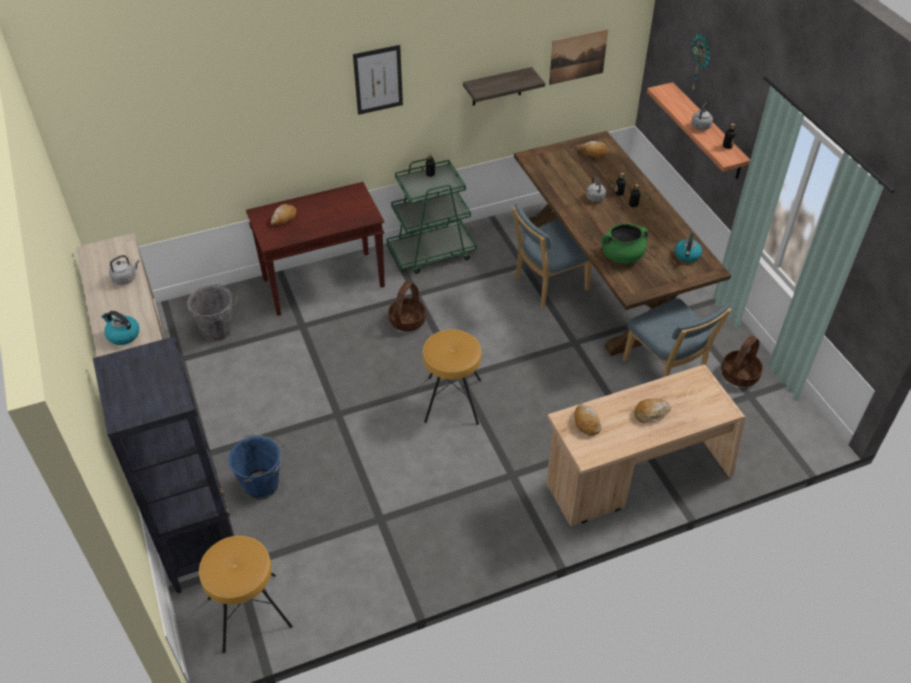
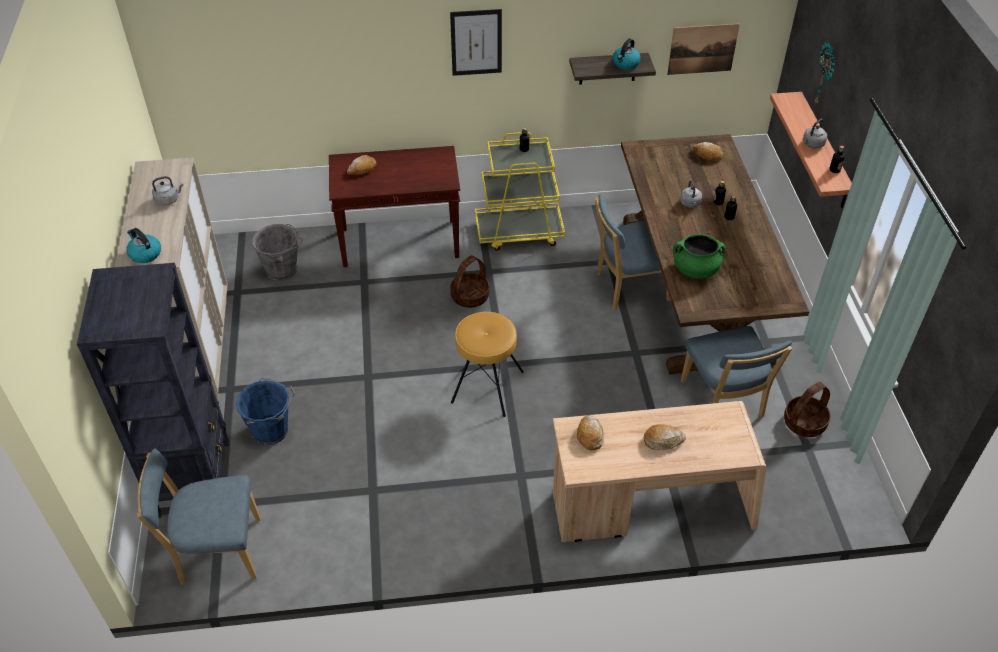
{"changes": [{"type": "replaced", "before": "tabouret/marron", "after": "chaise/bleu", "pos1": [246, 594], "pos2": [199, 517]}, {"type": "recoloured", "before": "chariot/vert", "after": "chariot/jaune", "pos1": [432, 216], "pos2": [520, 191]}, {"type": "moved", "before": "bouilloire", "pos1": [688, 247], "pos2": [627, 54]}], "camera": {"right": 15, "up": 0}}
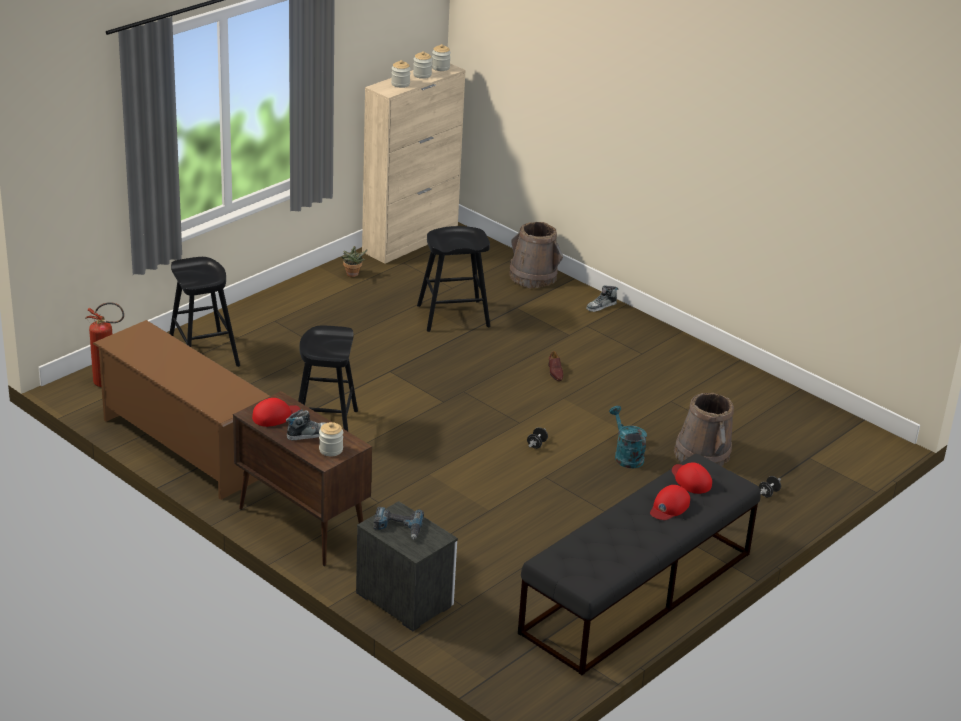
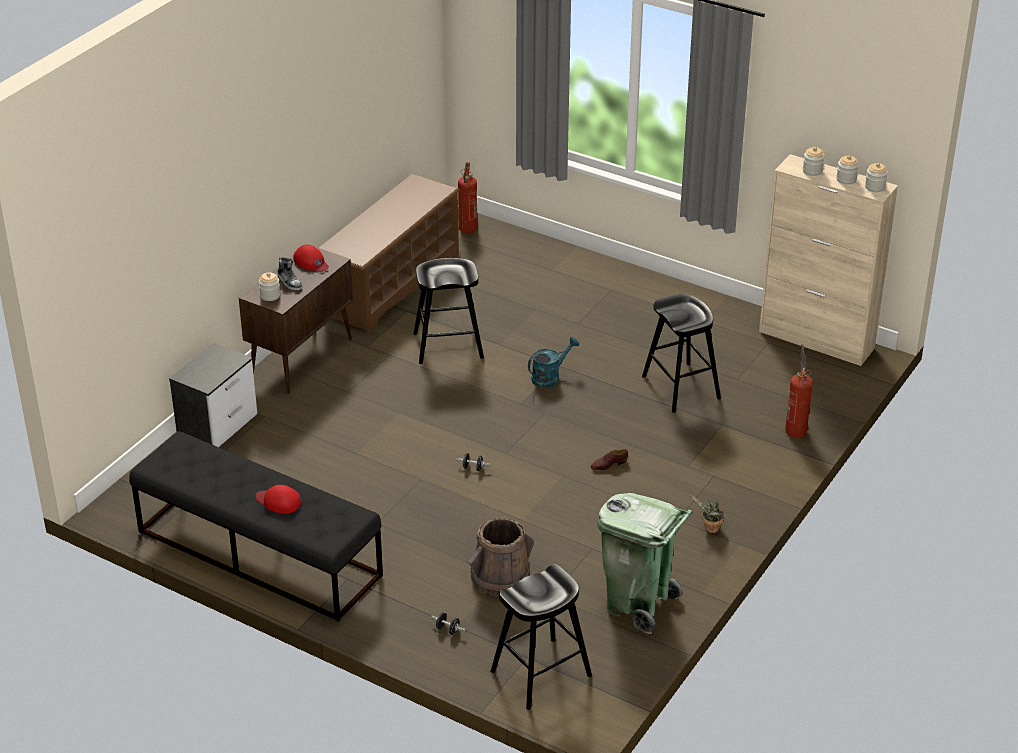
{"changes": [{"type": "moved", "before": "tabouret/noir", "pos1": [204, 312], "pos2": [541, 637]}, {"type": "moved", "before": "plante en pot", "pos1": [354, 261], "pos2": [707, 513]}, {"type": "removed", "before": "perceuse", "pos1": [399, 523]}, {"type": "replaced", "before": "seau/marron", "after": "extincteur", "pos1": [536, 255], "pos2": [799, 391]}, {"type": "removed", "before": "chaussure", "pos1": [602, 298]}, {"type": "moved", "before": "arrosoir/turquoise", "pos1": [628, 437], "pos2": [553, 362]}, {"type": "removed", "before": "casquette/rouge", "pos1": [692, 478]}, {"type": "added", "after": "poubelle/vert", "pos2": [645, 563]}], "camera": {"right": 80, "up": 5}}
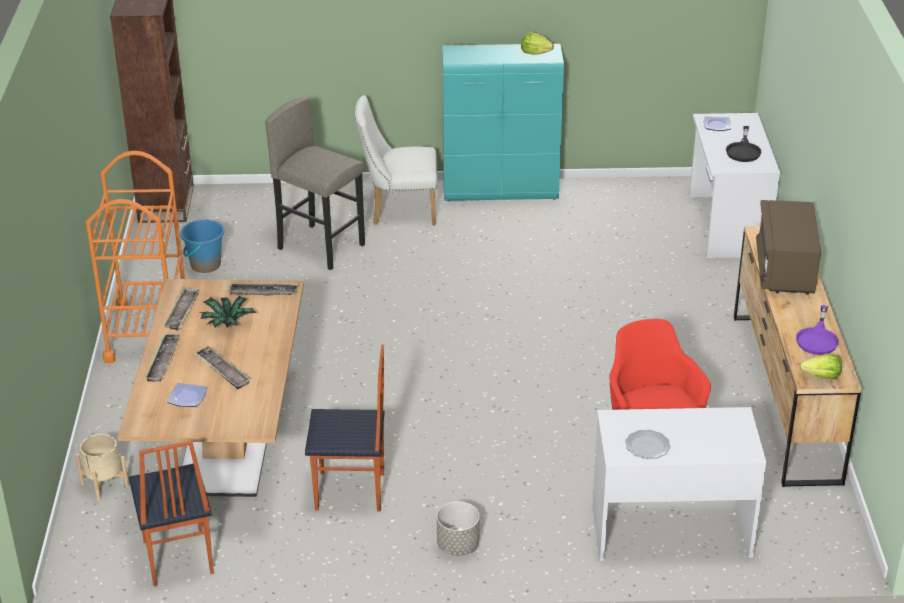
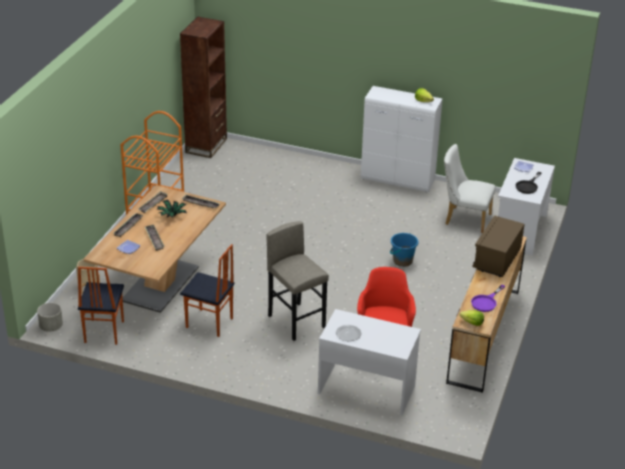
{"changes": [{"type": "moved", "before": "seau/bleu", "pos1": [202, 246], "pos2": [404, 250]}, {"type": "moved", "before": "tabouret/gris", "pos1": [315, 183], "pos2": [297, 281]}, {"type": "moved", "before": "chaise/blanc", "pos1": [396, 160], "pos2": [470, 188]}, {"type": "moved", "before": "cache-pot/gris", "pos1": [458, 528], "pos2": [50, 317]}, {"type": "recoloured", "before": "meuble de rangement/turquoise", "after": "meuble de rangement/blanc", "pos1": [503, 122], "pos2": [402, 139]}], "camera": {"right": 20, "up": 0}}
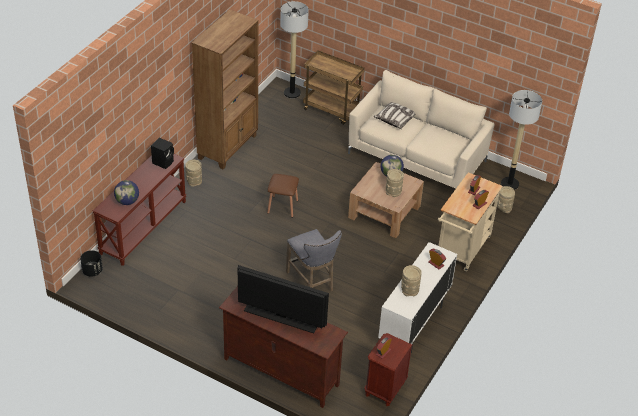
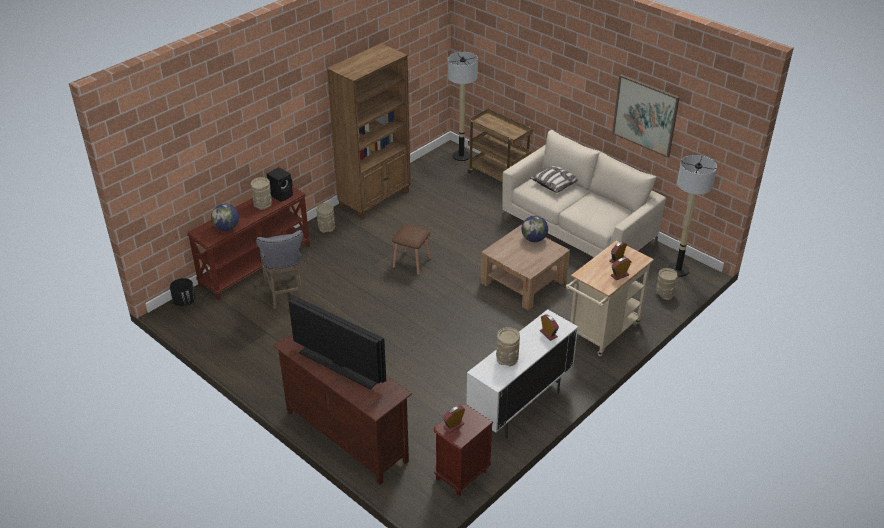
{"changes": [{"type": "moved", "before": "tabouret/gris", "pos1": [314, 260], "pos2": [279, 269]}, {"type": "moved", "before": "vase/beige", "pos1": [395, 183], "pos2": [261, 193]}, {"type": "added", "after": "tableau", "pos2": [646, 116]}], "camera": {"right": 15, "up": -5}}
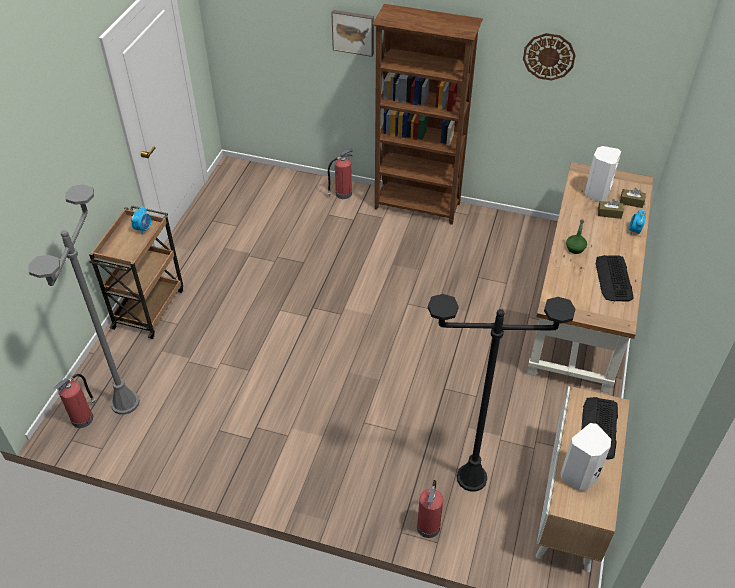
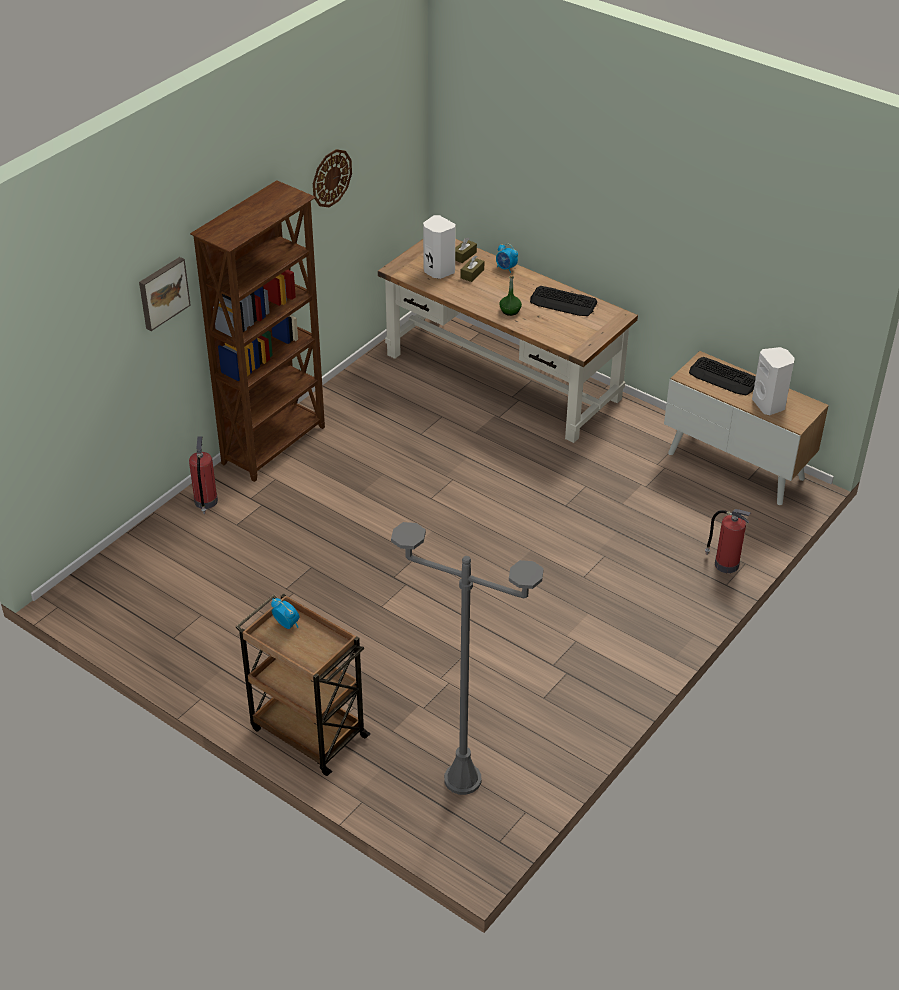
{"changes": [{"type": "removed", "before": "extincteur", "pos1": [74, 401]}, {"type": "removed", "before": "lampadaire/noir", "pos1": [501, 393]}], "camera": {"right": -70, "up": -5}}
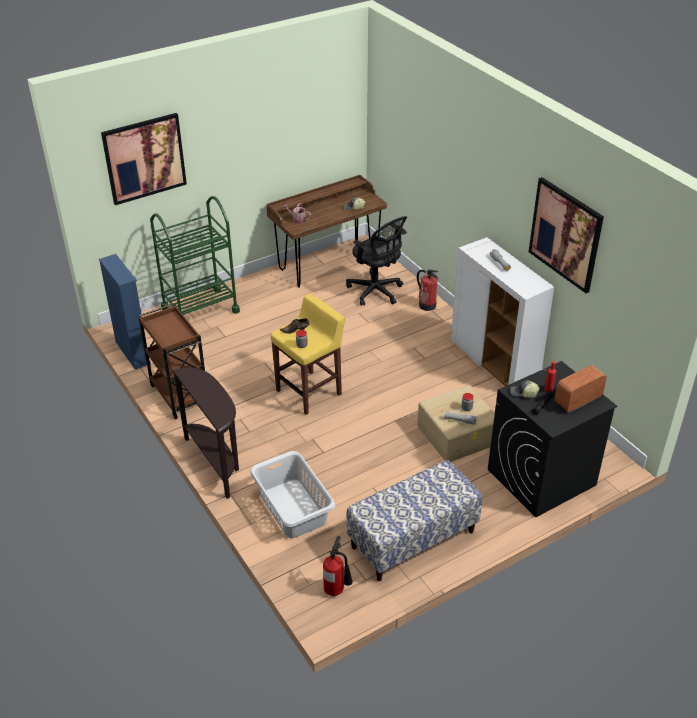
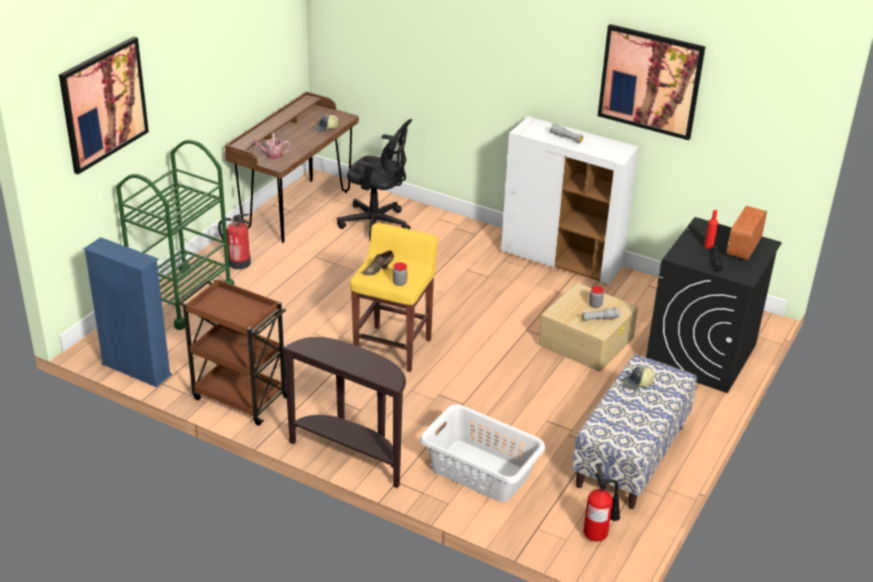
{"changes": [{"type": "moved", "before": "extincteur", "pos1": [428, 290], "pos2": [234, 241]}, {"type": "moved", "before": "casquette", "pos1": [525, 389], "pos2": [638, 378]}], "camera": {"right": -30, "up": -5}}
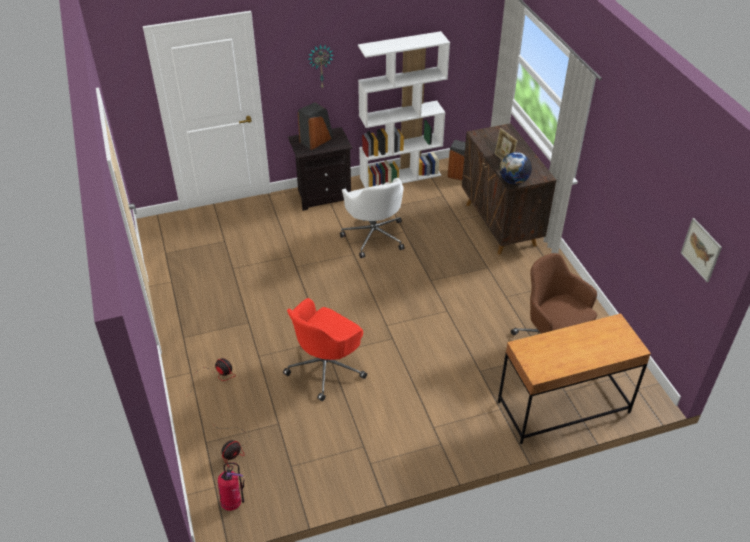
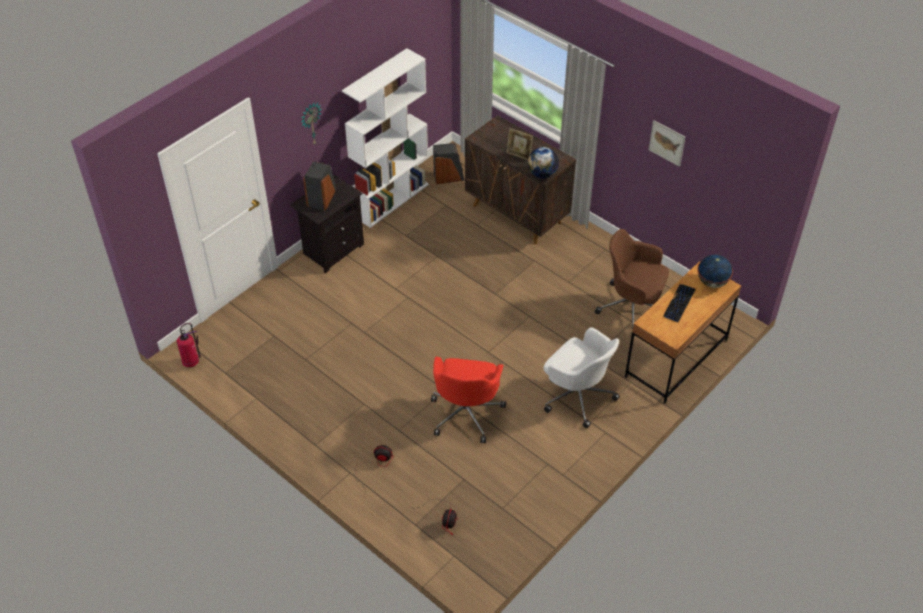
{"changes": [{"type": "moved", "before": "extincteur", "pos1": [231, 486], "pos2": [189, 345]}, {"type": "moved", "before": "chaise de bureau/blanc", "pos1": [372, 218], "pos2": [582, 377]}, {"type": "moved", "before": "tableau", "pos1": [701, 250], "pos2": [666, 143]}, {"type": "added", "after": "clavier", "pos2": [679, 303]}, {"type": "added", "after": "globe", "pos2": [715, 271]}], "camera": {"right": -30, "up": 5}}
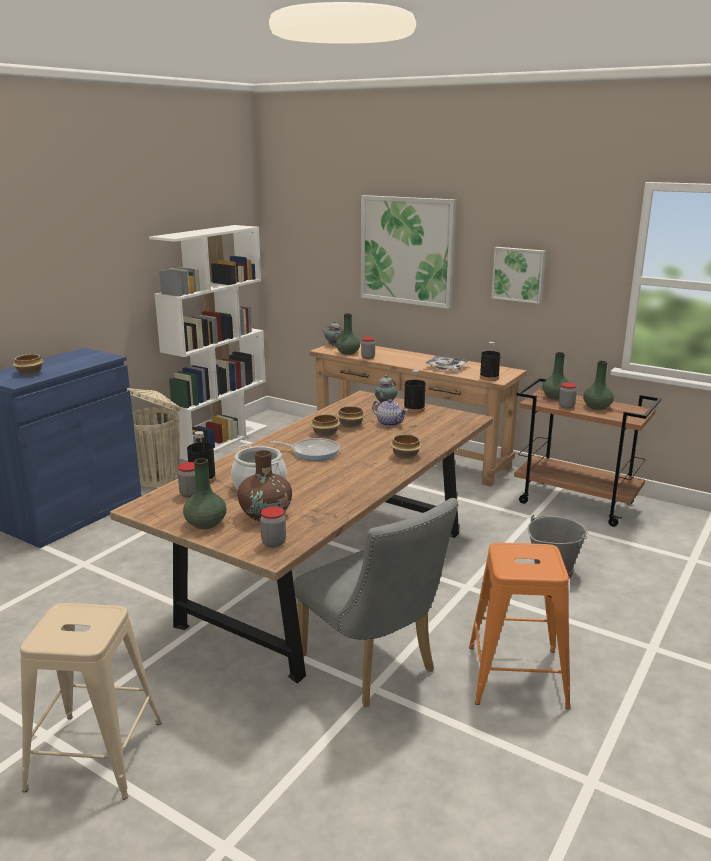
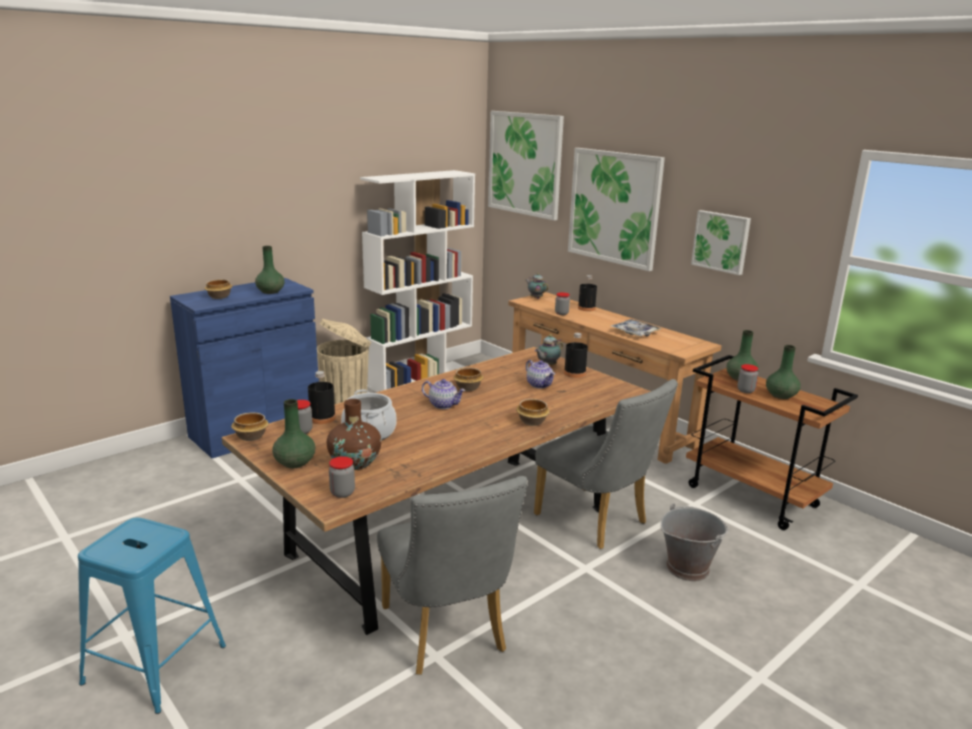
{"changes": [{"type": "recoloured", "before": "tabouret/beige", "after": "tabouret/bleu", "pos1": [91, 701], "pos2": [152, 615]}, {"type": "replaced", "before": "poêle", "after": "théière", "pos1": [305, 449], "pos2": [444, 394]}, {"type": "moved", "before": "vase/vert", "pos1": [348, 334], "pos2": [270, 270]}, {"type": "moved", "before": "bol", "pos1": [350, 417], "pos2": [250, 426]}, {"type": "removed", "before": "tabouret/orange", "pos1": [520, 625]}, {"type": "moved", "before": "bouteille/noir", "pos1": [490, 361], "pos2": [587, 293]}, {"type": "added", "after": "tableau", "pos2": [526, 165]}, {"type": "added", "after": "chaise/gris", "pos2": [606, 464]}], "camera": {"right": 15, "up": 0}}
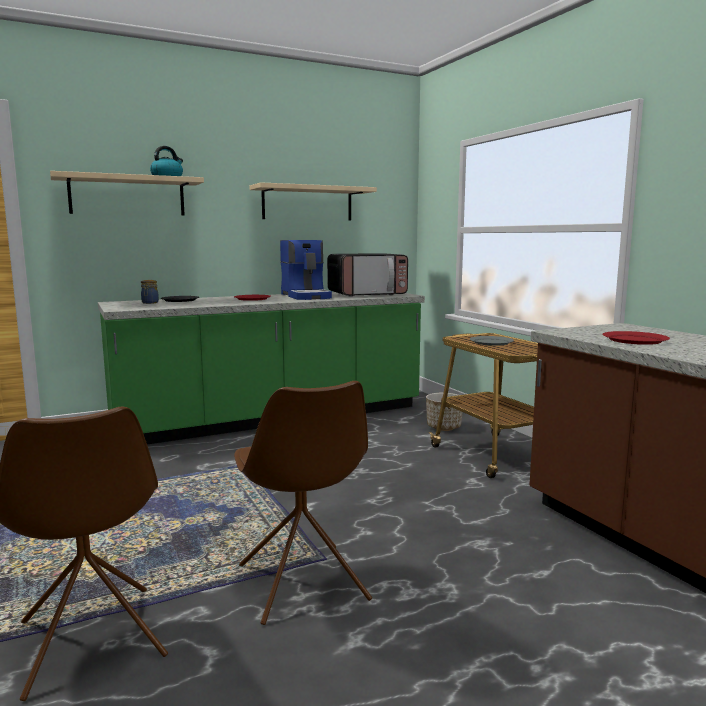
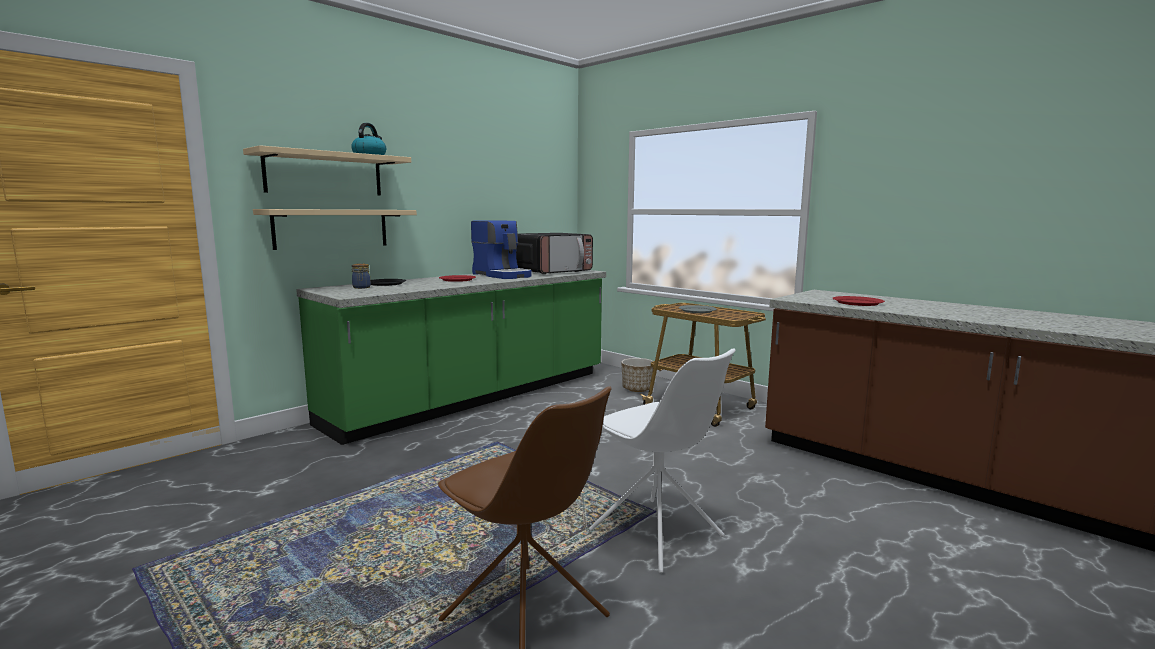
{"changes": [{"type": "recoloured", "before": "chaise/marron", "after": "chaise/blanc", "pos1": [303, 503], "pos2": [662, 460]}, {"type": "moved", "before": "étagère/beige", "pos1": [313, 201], "pos2": [335, 229]}], "camera": {"right": -20, "up": 0}}
